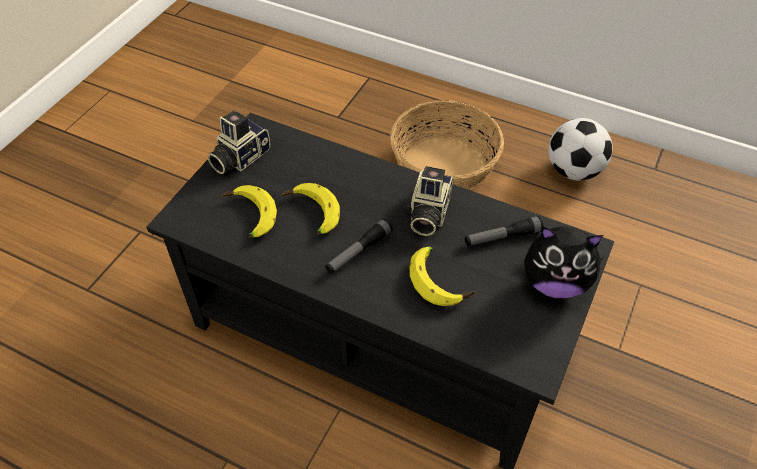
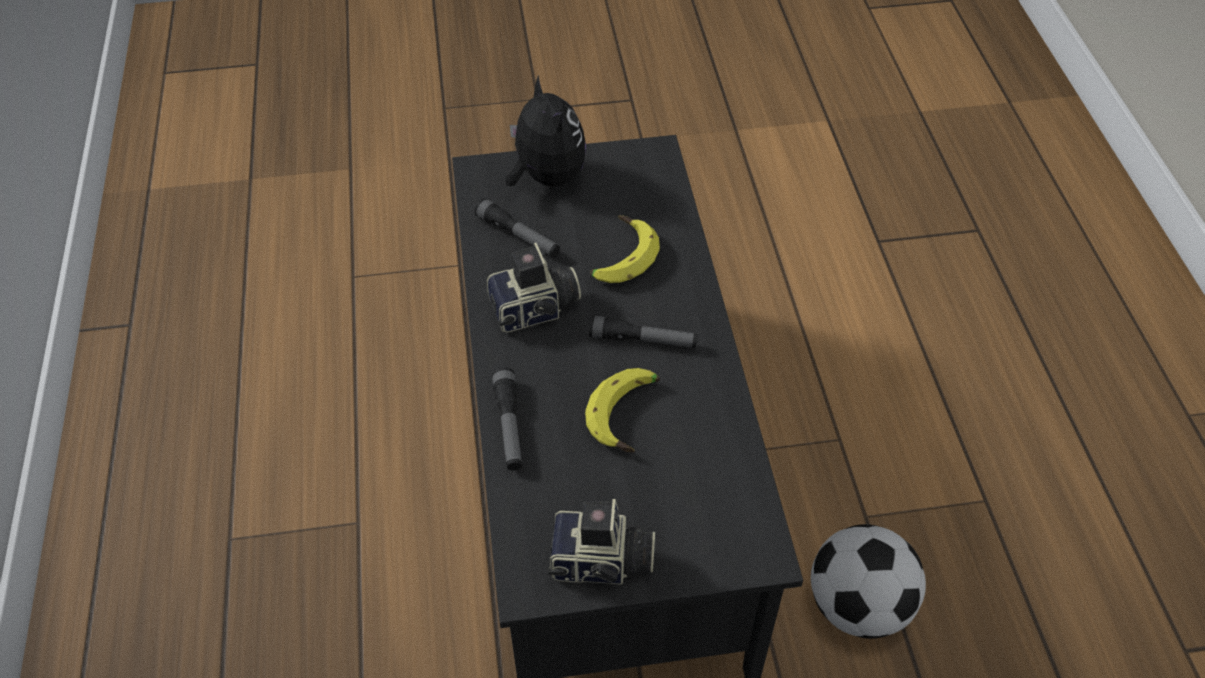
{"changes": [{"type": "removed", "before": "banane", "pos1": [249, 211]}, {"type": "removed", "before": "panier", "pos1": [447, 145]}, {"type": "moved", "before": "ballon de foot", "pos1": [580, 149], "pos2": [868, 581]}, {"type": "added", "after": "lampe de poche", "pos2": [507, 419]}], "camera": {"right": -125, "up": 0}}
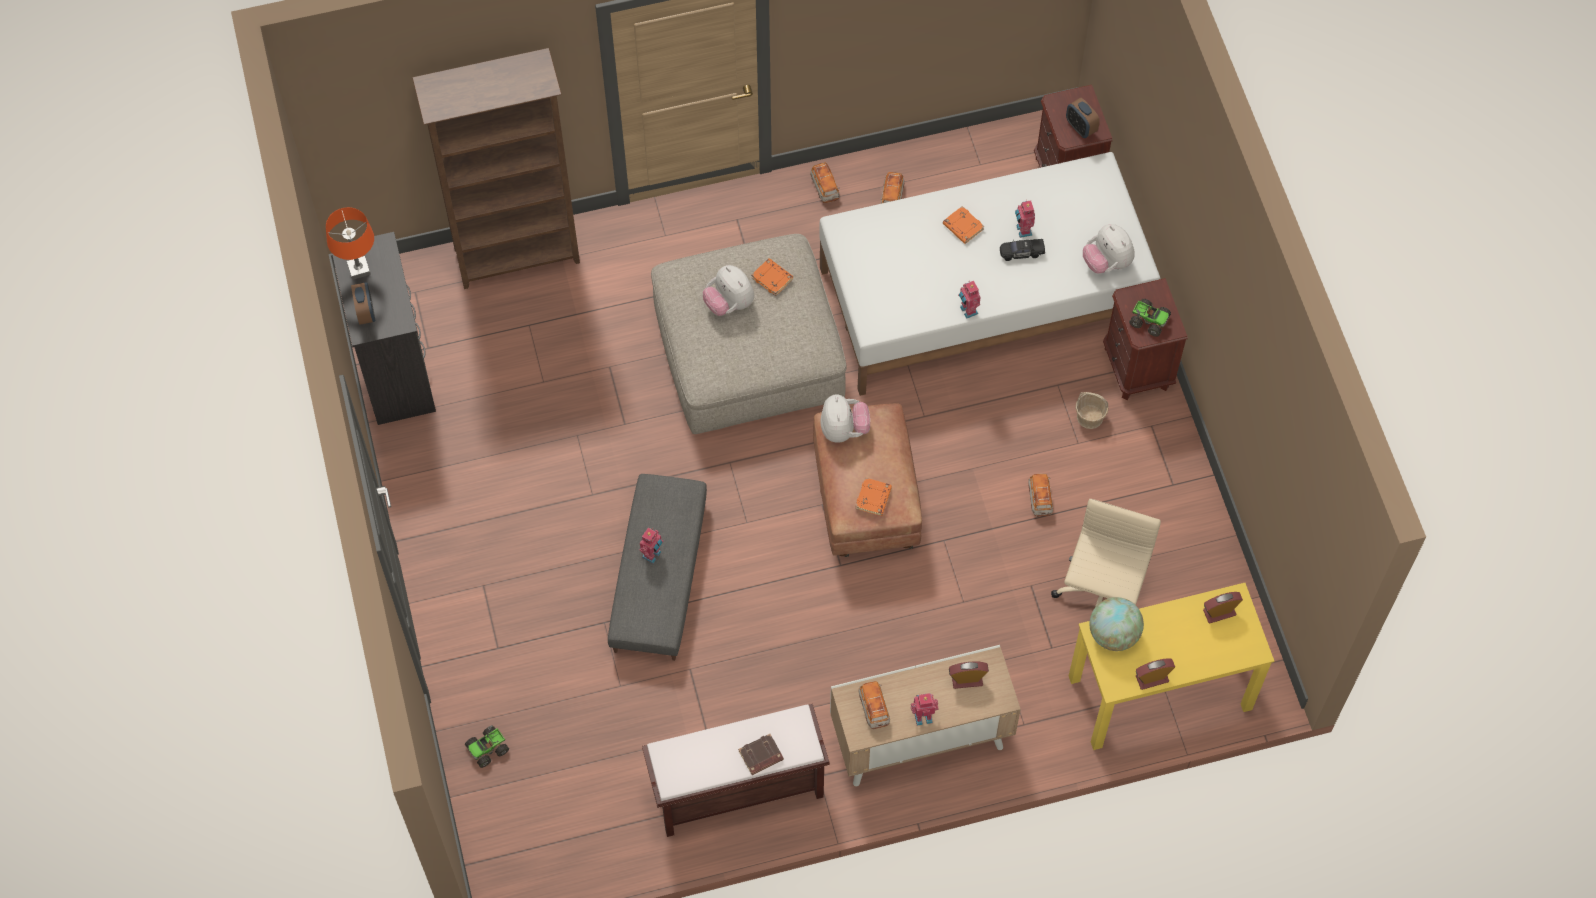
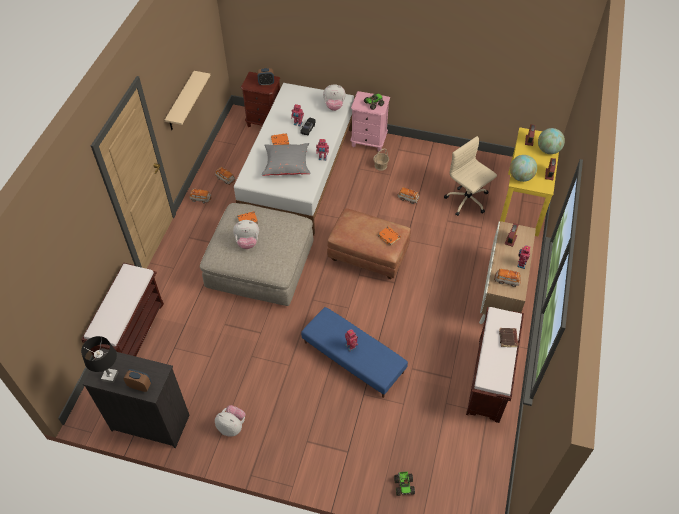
{"changes": [{"type": "recoloured", "before": "lampe de table/orange", "after": "lampe de table/noir", "pos1": [350, 243], "pos2": [99, 359]}, {"type": "replaced", "before": "bibliothèque/marron", "after": "banc/marron", "pos1": [496, 168], "pos2": [122, 311]}, {"type": "recoloured", "before": "pouf/gris", "after": "pouf/bleu", "pos1": [657, 567], "pos2": [354, 352]}, {"type": "moved", "before": "peluche", "pos1": [845, 419], "pos2": [230, 421]}, {"type": "recoloured", "before": "table de chevet/marron", "after": "table de chevet/rose", "pos1": [1145, 339], "pos2": [370, 121]}, {"type": "added", "after": "étagère/beige", "pos2": [187, 100]}, {"type": "added", "after": "coussin/gris", "pos2": [286, 159]}, {"type": "added", "after": "globe", "pos2": [551, 141]}], "camera": {"right": -60, "up": -10}}
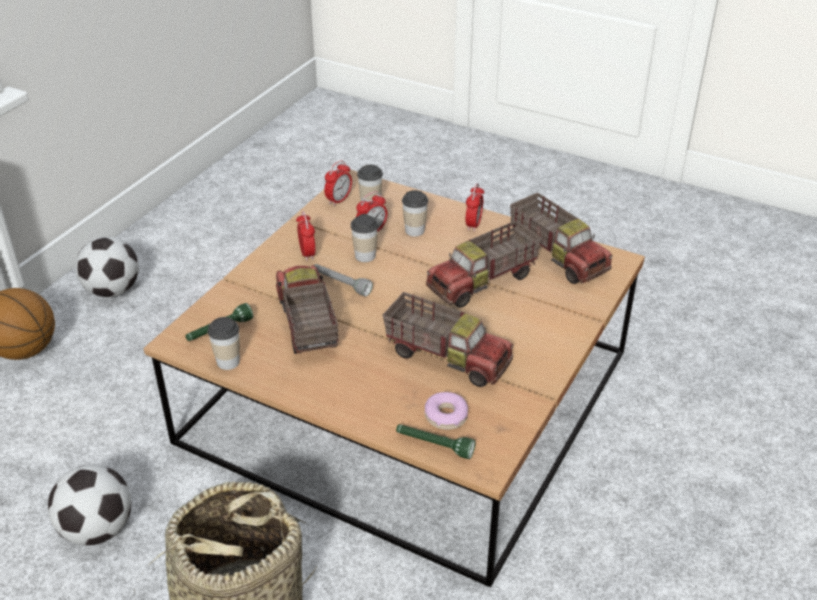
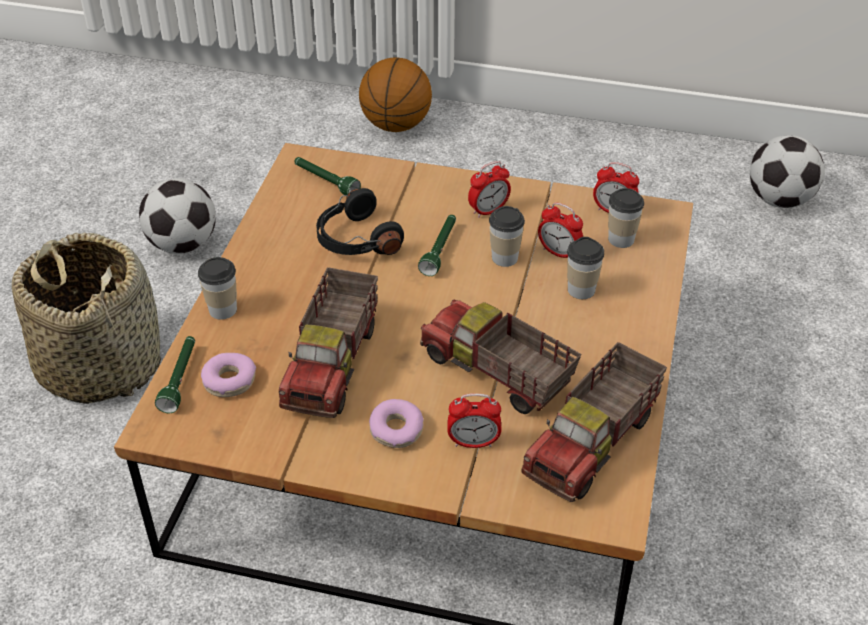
{"changes": [{"type": "moved", "before": "ballon de foot", "pos1": [107, 267], "pos2": [787, 172]}, {"type": "moved", "before": "tasse", "pos1": [224, 343], "pos2": [217, 288]}, {"type": "replaced", "before": "camion jouet", "after": "casque audio/noir", "pos1": [307, 309], "pos2": [360, 221]}, {"type": "recoloured", "before": "lampe de poche/gris", "after": "lampe de poche/vert", "pos1": [344, 280], "pos2": [437, 245]}, {"type": "moved", "before": "réveil", "pos1": [475, 207], "pos2": [474, 420]}, {"type": "added", "after": "beignet", "pos2": [396, 423]}], "camera": {"right": 75, "up": 5}}
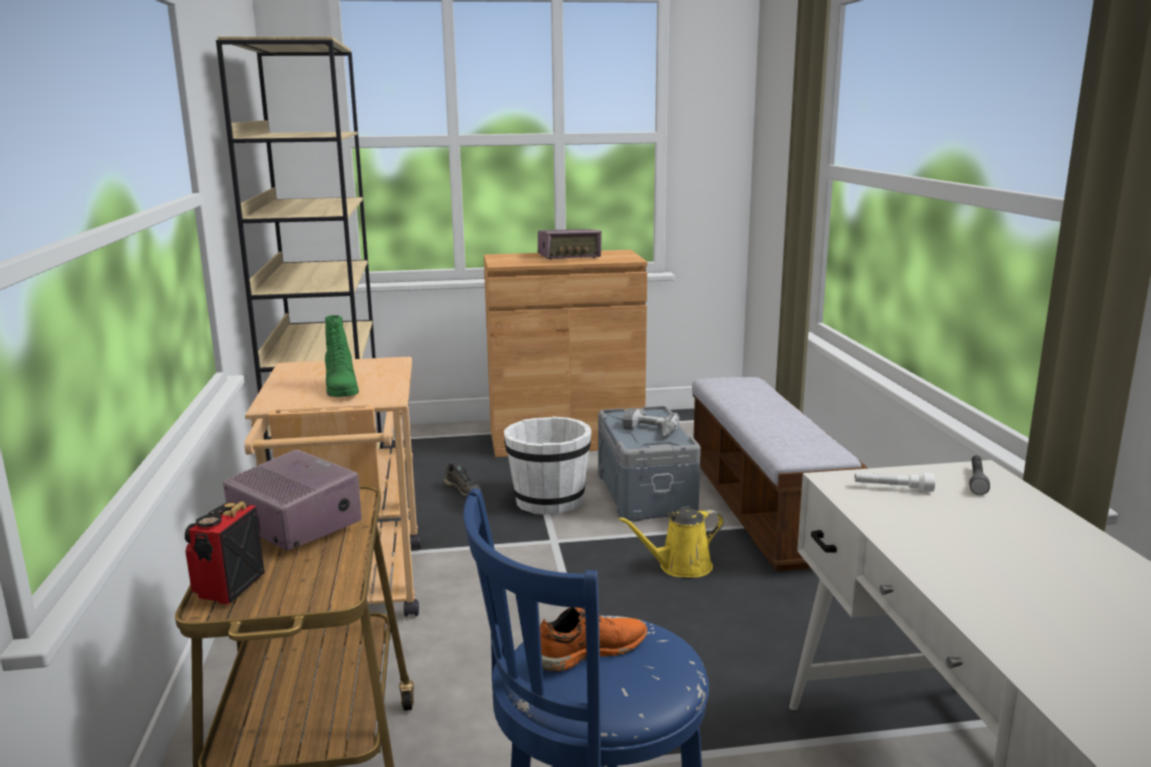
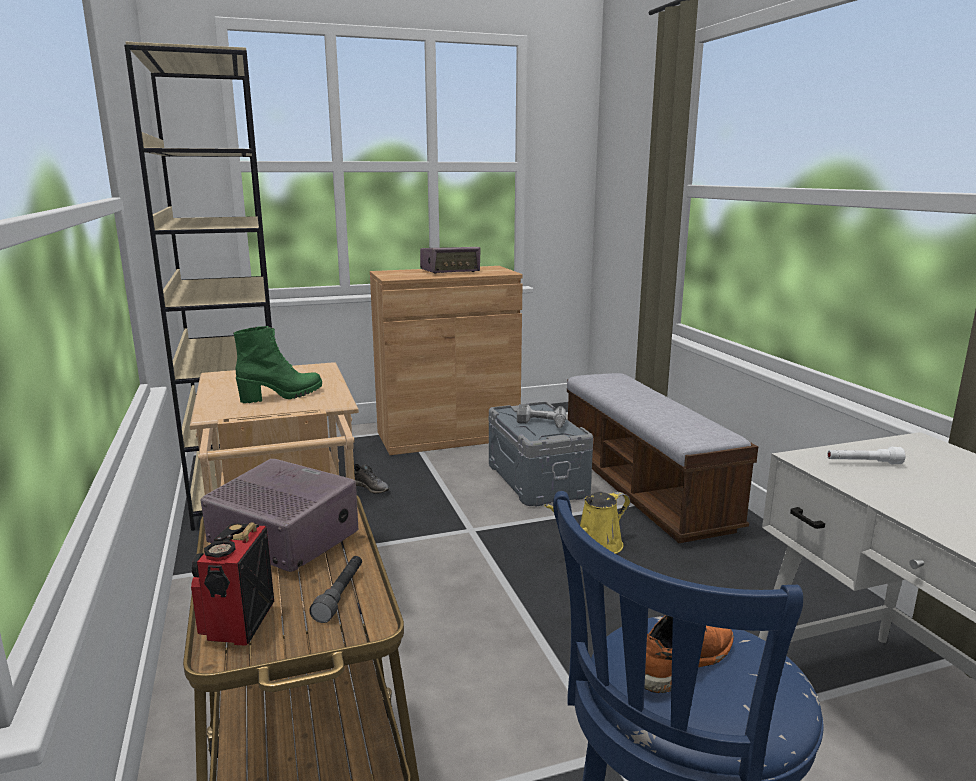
{"changes": [{"type": "turned", "before": "botte/vert", "pos1": [342, 356], "pos2": [277, 364], "turn": -90}, {"type": "removed", "before": "seau/blanc", "pos1": [548, 466]}, {"type": "moved", "before": "lampe de poche/gris", "pos1": [979, 475], "pos2": [335, 589]}], "camera": {"right": -10, "up": 0}}
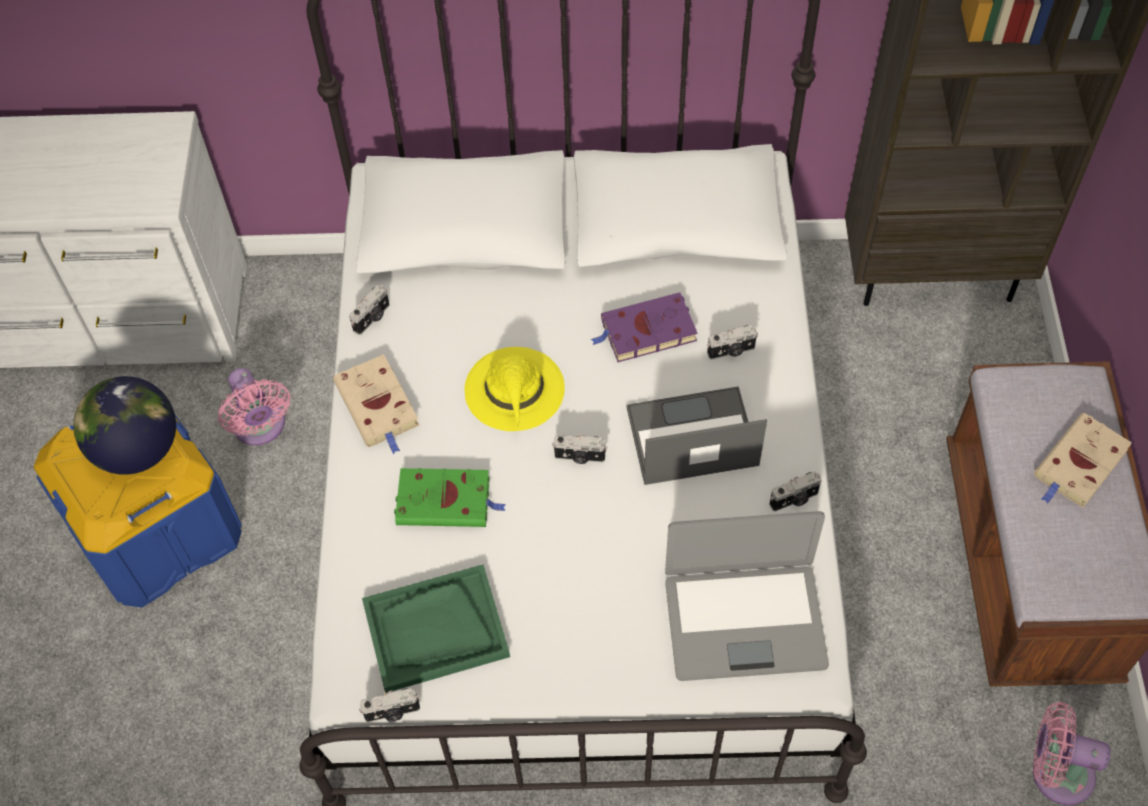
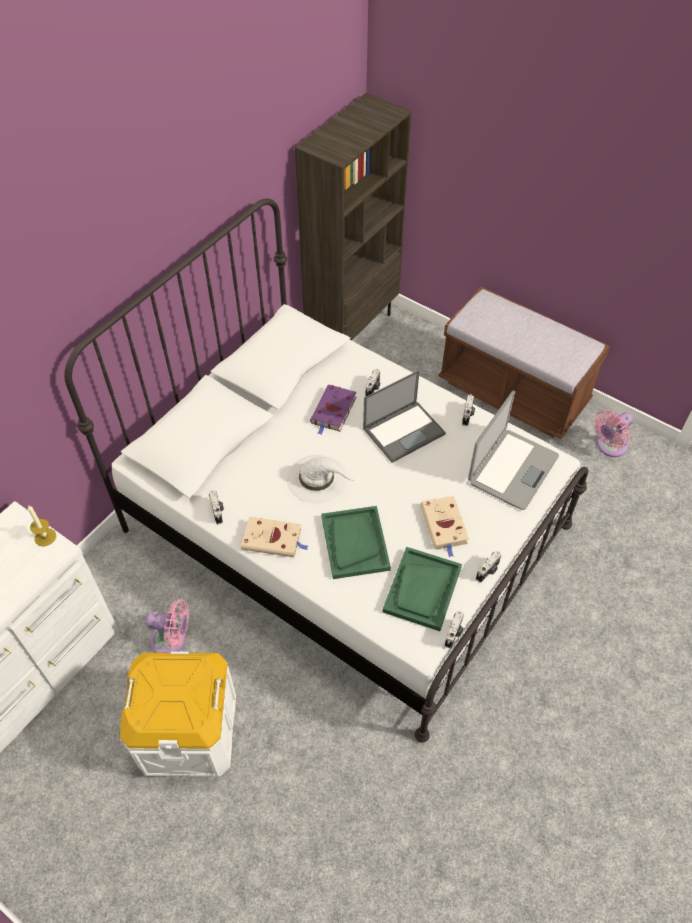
{"changes": [{"type": "recoloured", "before": "boîte de rangement/bleu", "after": "boîte de rangement/blanc", "pos1": [138, 511], "pos2": [178, 714]}, {"type": "removed", "before": "globe", "pos1": [124, 425]}, {"type": "replaced", "before": "livre/vert", "after": "plateau/vert", "pos1": [450, 497], "pos2": [356, 542]}, {"type": "recoloured", "before": "chapeau/jaune", "after": "chapeau/blanc", "pos1": [514, 389], "pos2": [320, 479]}, {"type": "moved", "before": "appareil photo", "pos1": [579, 449], "pos2": [488, 567]}, {"type": "turned", "before": "ordinateur portable", "pos1": [697, 435], "pos2": [404, 416], "turn": -150}, {"type": "moved", "before": "livre/beige", "pos1": [1083, 460], "pos2": [444, 526]}, {"type": "added", "after": "bougie", "pos2": [42, 526]}], "camera": {"right": -55, "up": -5}}
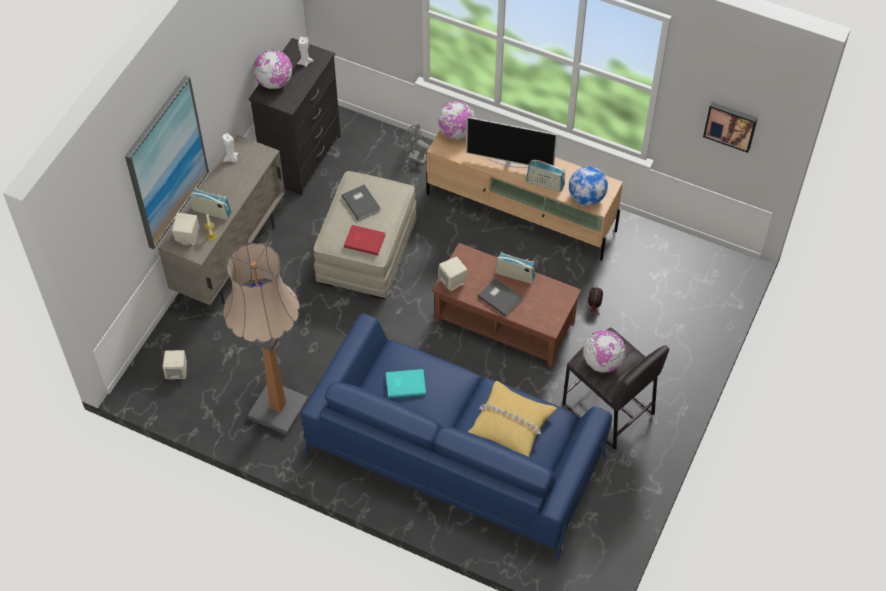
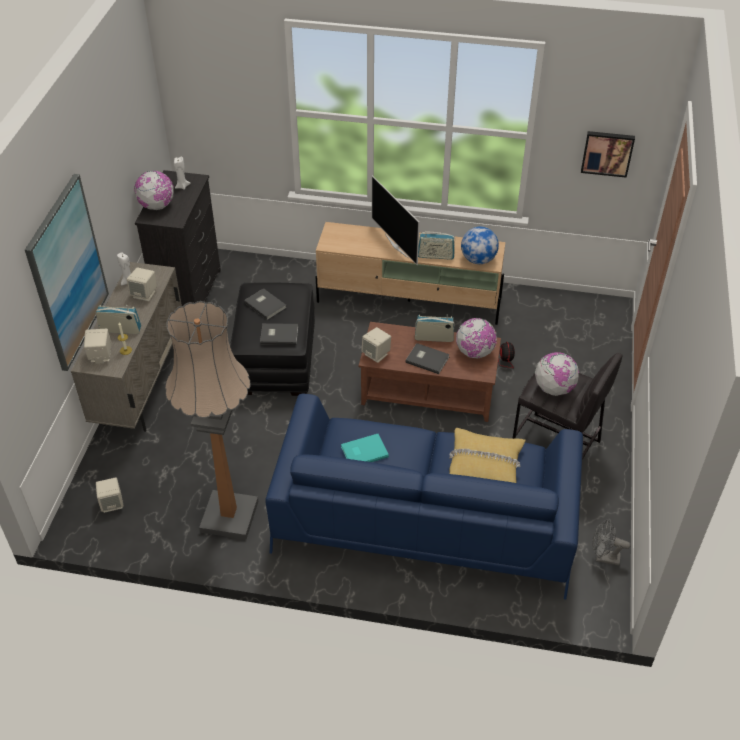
{"changes": [{"type": "recoloured", "before": "pouf/beige", "after": "pouf/noir", "pos1": [365, 235], "pos2": [272, 339]}, {"type": "recoloured", "before": "livre/rouge", "after": "livre/gris", "pos1": [365, 240], "pos2": [279, 334]}, {"type": "moved", "before": "ventilateur/gris", "pos1": [415, 144], "pos2": [611, 542]}, {"type": "moved", "before": "globe", "pos1": [456, 120], "pos2": [476, 338]}, {"type": "turned", "before": "téléviseur", "pos1": [511, 142], "pos2": [396, 220], "turn": 60}, {"type": "added", "after": "enceinte/beige", "pos2": [142, 284]}], "camera": {"right": -15, "up": -10}}
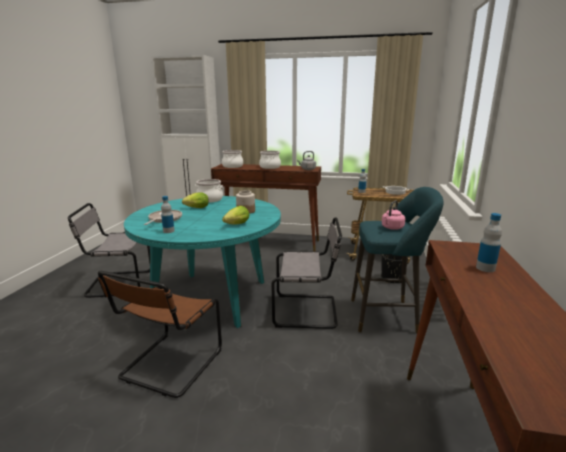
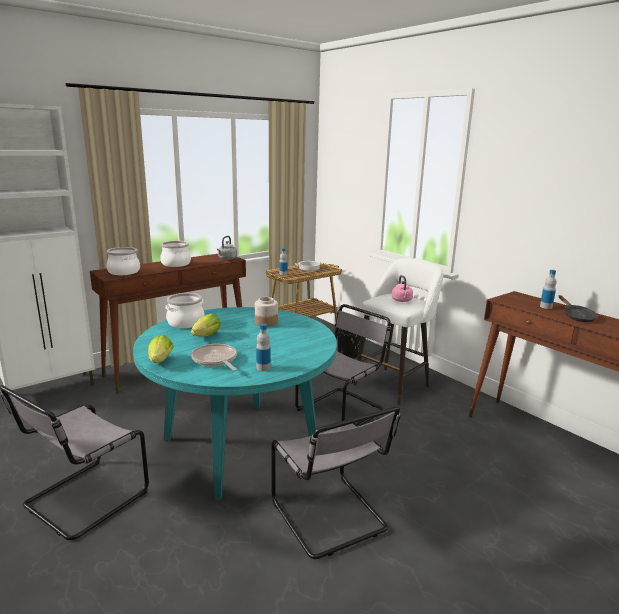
{"changes": [{"type": "recoloured", "before": "chaise/marron", "after": "chaise/gris", "pos1": [160, 334], "pos2": [336, 482]}, {"type": "moved", "before": "laitue", "pos1": [235, 215], "pos2": [161, 349]}, {"type": "recoloured", "before": "tabouret/turquoise", "after": "tabouret/blanc", "pos1": [397, 260], "pos2": [398, 331]}, {"type": "added", "after": "poêle/noir", "pos2": [578, 308]}], "camera": {"right": -50, "up": 0}}
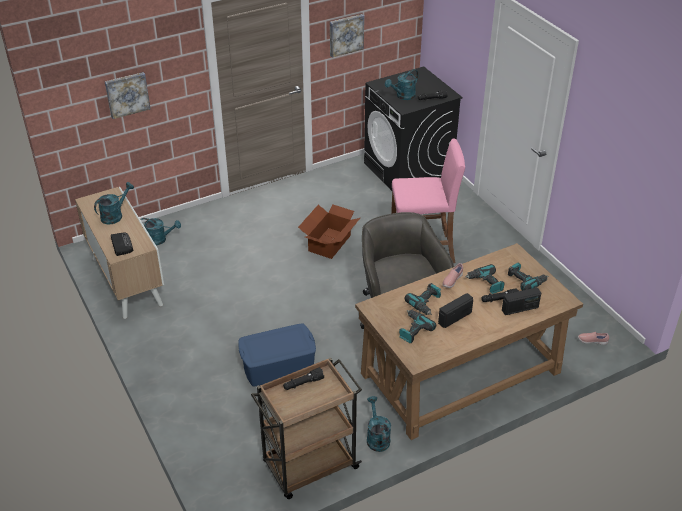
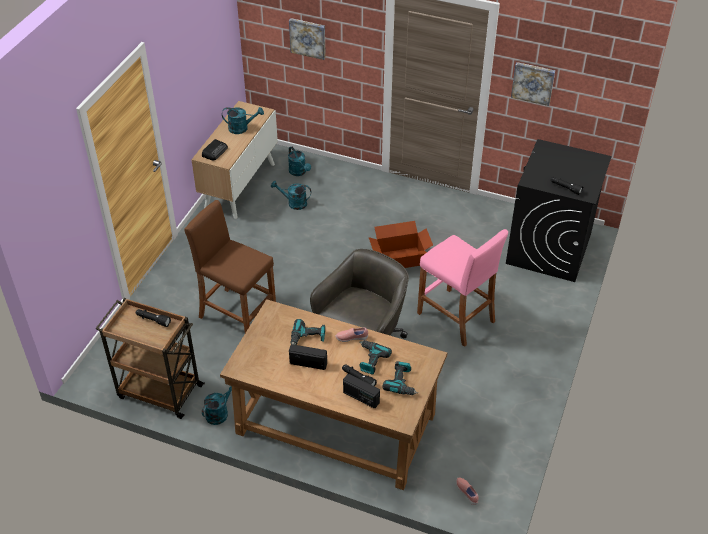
{"changes": [{"type": "replaced", "before": "boîte de rangement/bleu", "after": "tabouret/marron", "pos1": [277, 355], "pos2": [230, 266]}, {"type": "moved", "before": "arrosoir/turquoise", "pos1": [401, 84], "pos2": [291, 195]}, {"type": "removed", "before": "perceuse", "pos1": [417, 326]}], "camera": {"right": 50, "up": 5}}
